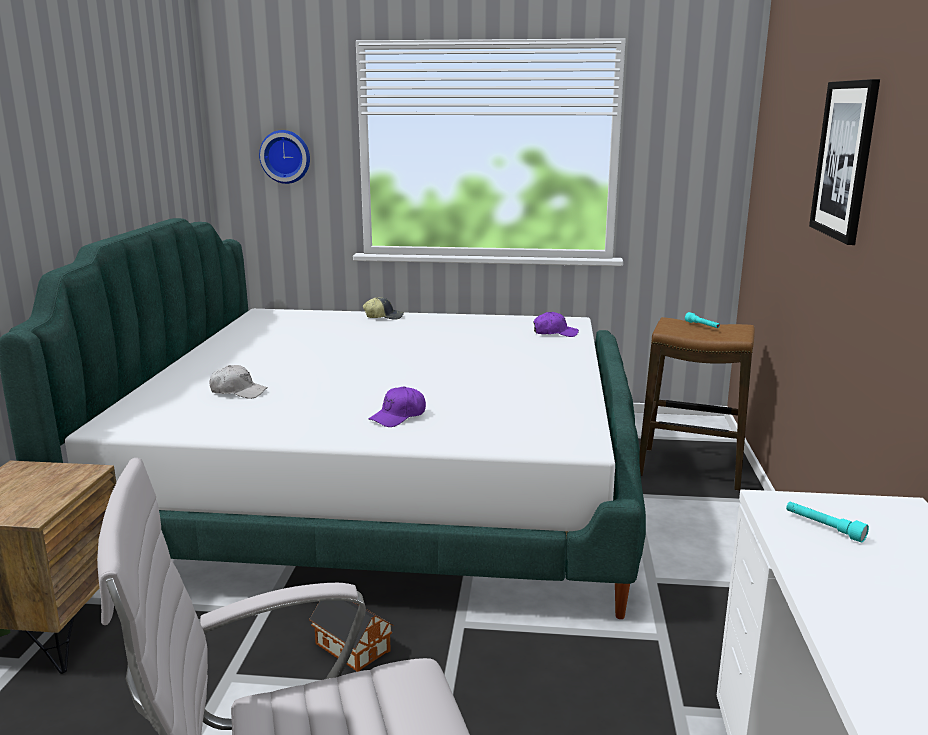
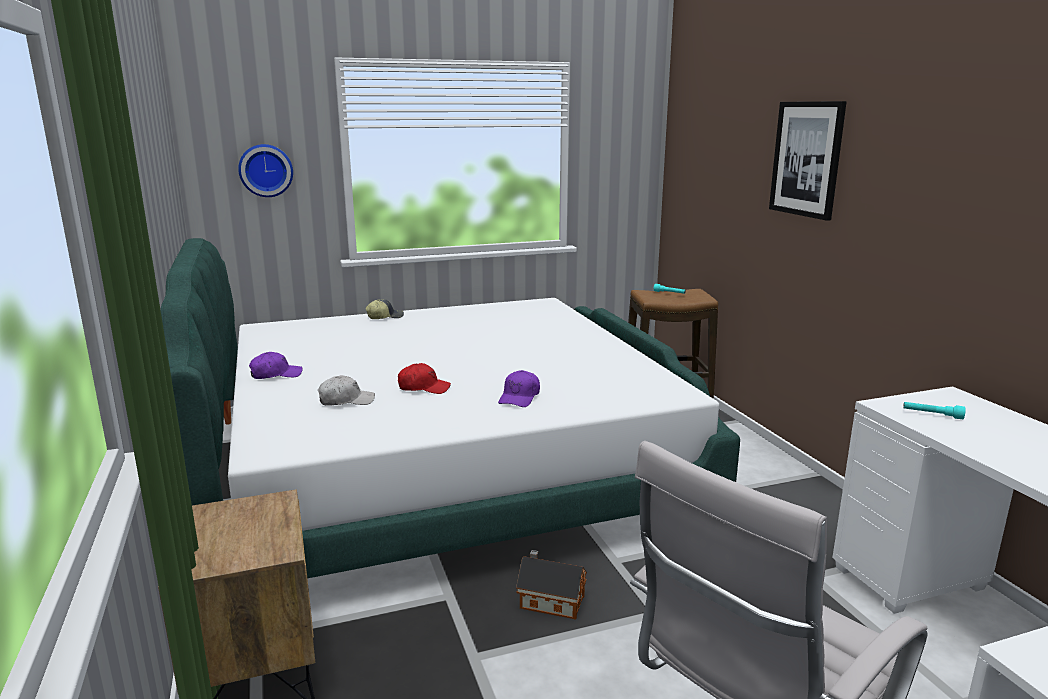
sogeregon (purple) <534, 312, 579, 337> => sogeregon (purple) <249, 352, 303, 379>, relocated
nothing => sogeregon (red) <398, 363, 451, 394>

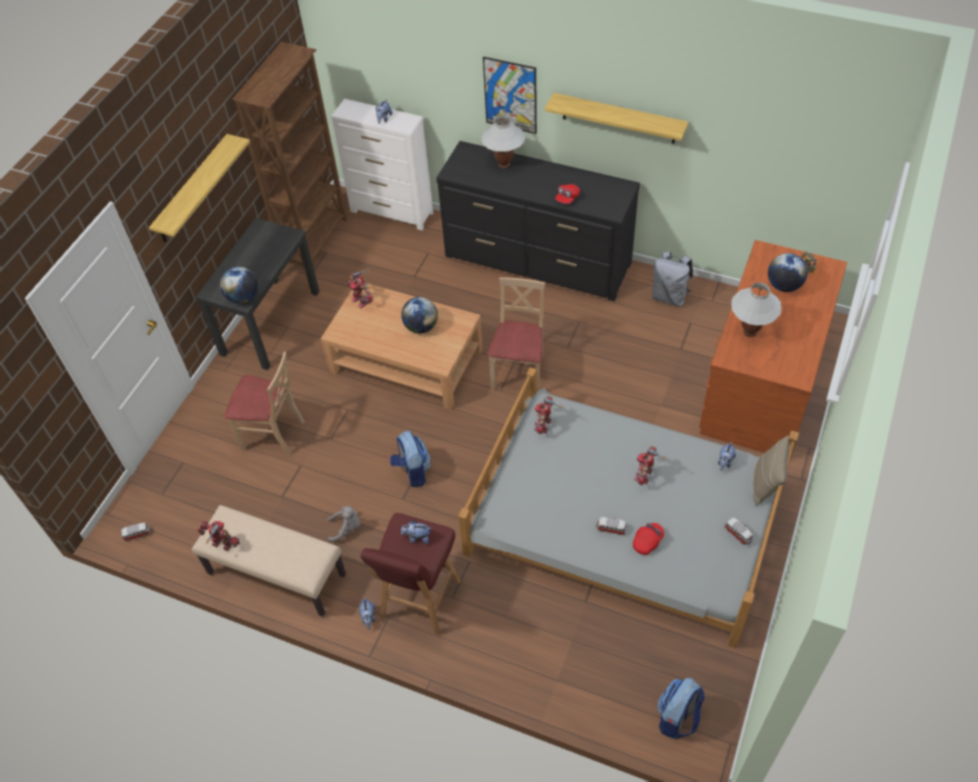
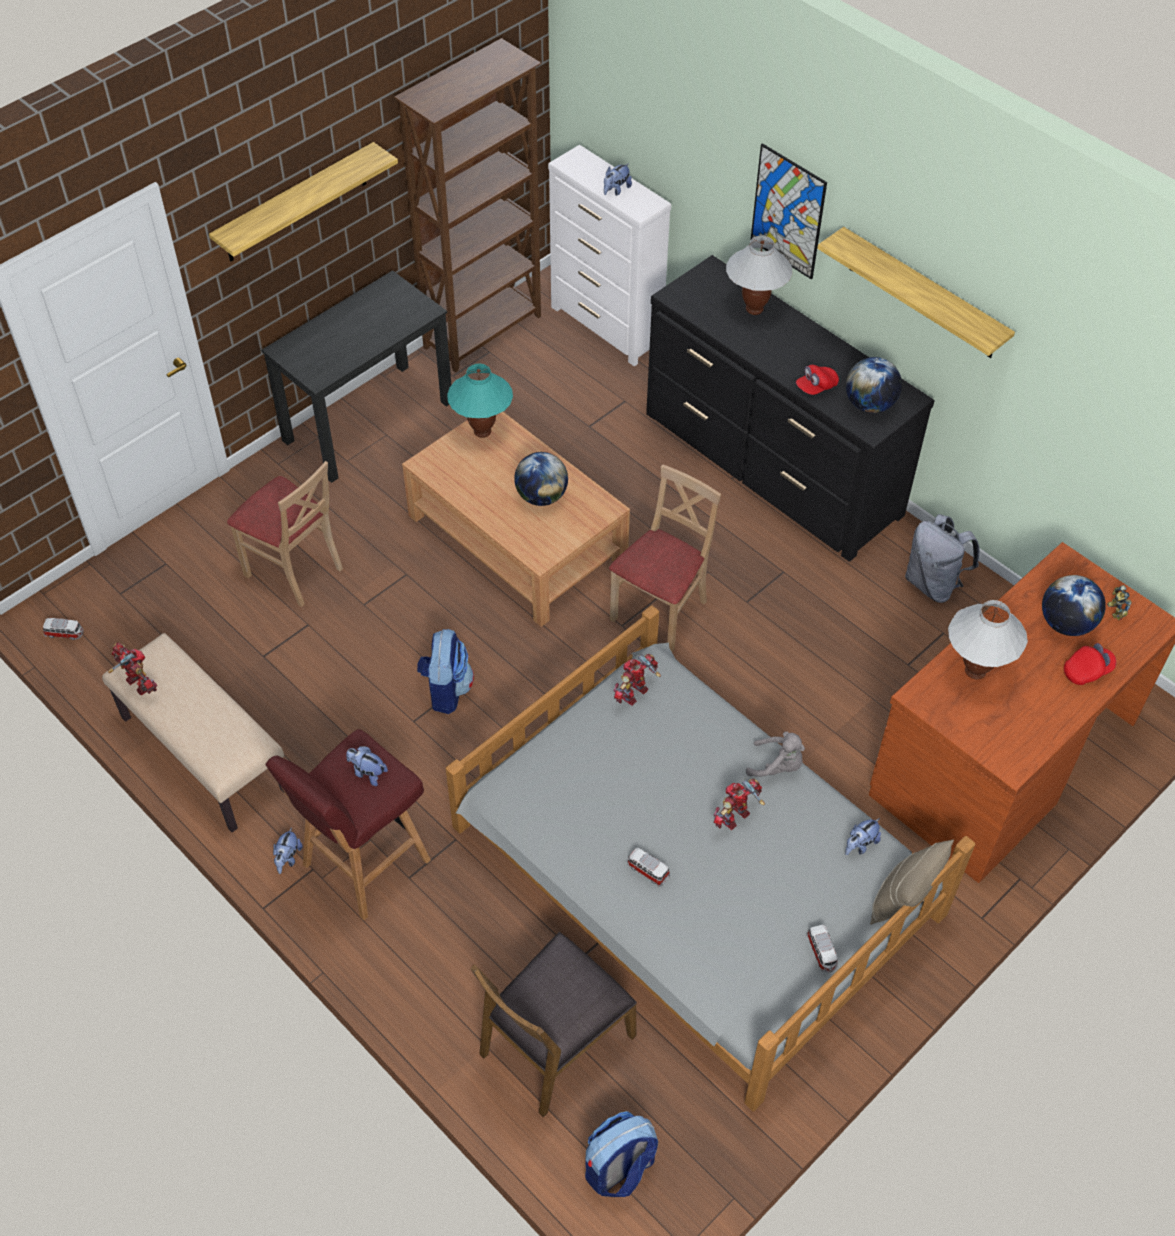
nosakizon <347, 269, 373, 309> => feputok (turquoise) <447, 364, 513, 438>
nothing => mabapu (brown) <470, 932, 637, 1117>
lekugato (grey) <327, 506, 360, 542> => lekugato (grey) <746, 732, 805, 777>, relocated
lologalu <220, 266, 258, 304> => lologalu <846, 357, 902, 413>, relocated
sogeregon (red) <633, 523, 664, 555> => sogeregon (red) <1064, 643, 1116, 685>, relocated

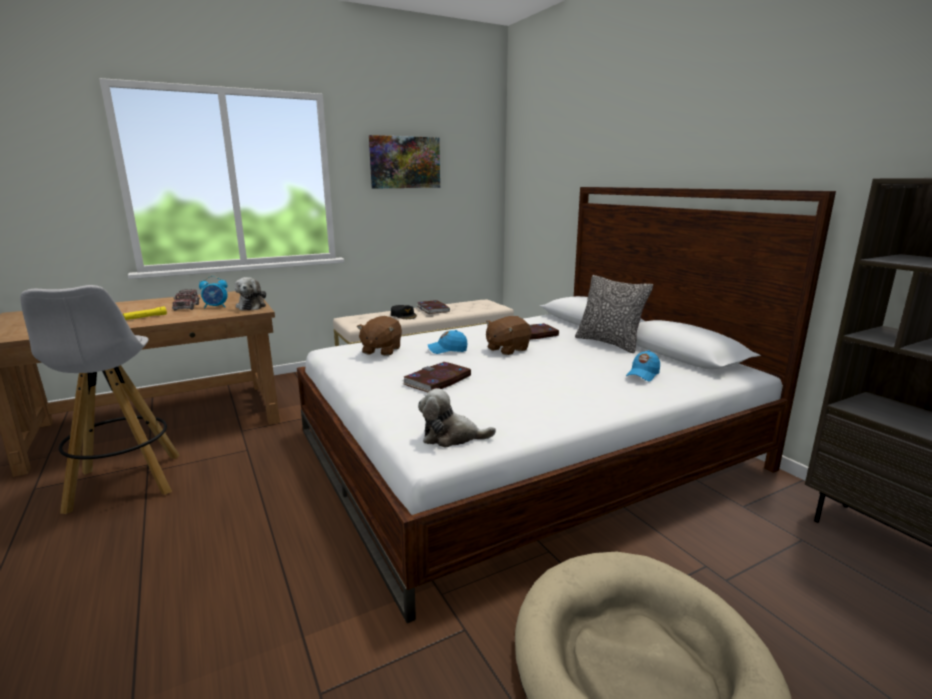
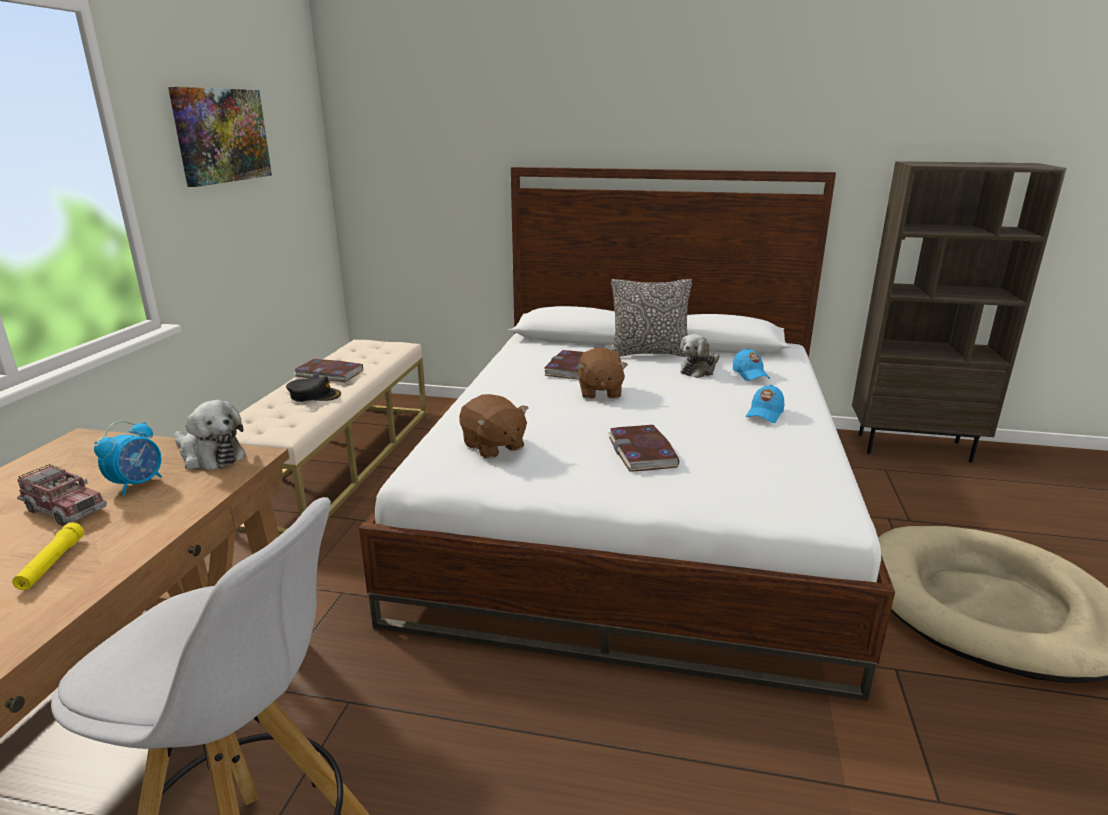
lekugato <418, 388, 496, 448> => lekugato <680, 334, 719, 378>, relocated
sogeregon (blue) <428, 330, 467, 354> => sogeregon (blue) <746, 385, 784, 423>, relocated

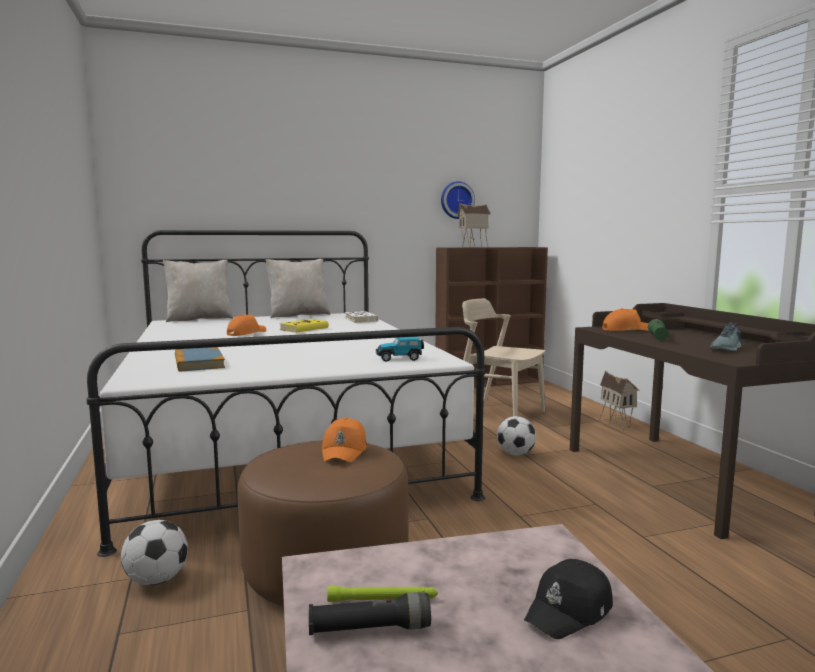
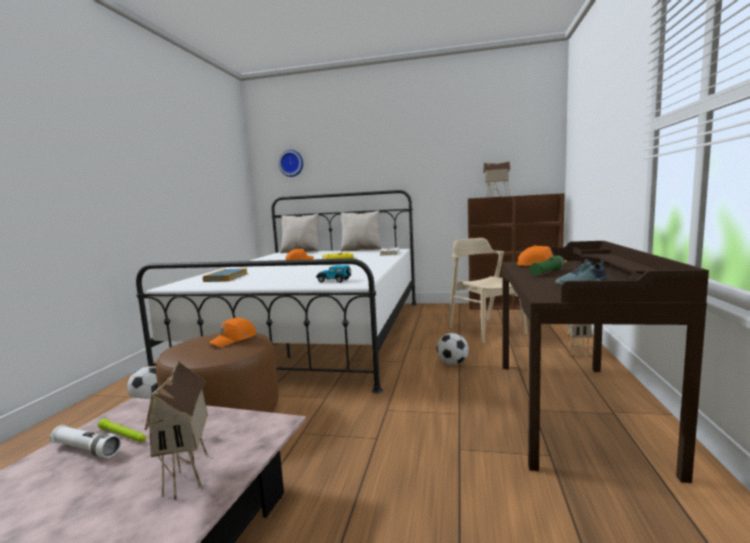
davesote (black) <309, 592, 431, 635> => davesote (white) <49, 425, 121, 458>
sogeregon (black) <524, 559, 613, 639> => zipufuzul <145, 360, 208, 500>
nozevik <441, 181, 475, 219> => nozevik <278, 150, 303, 177>, relocated

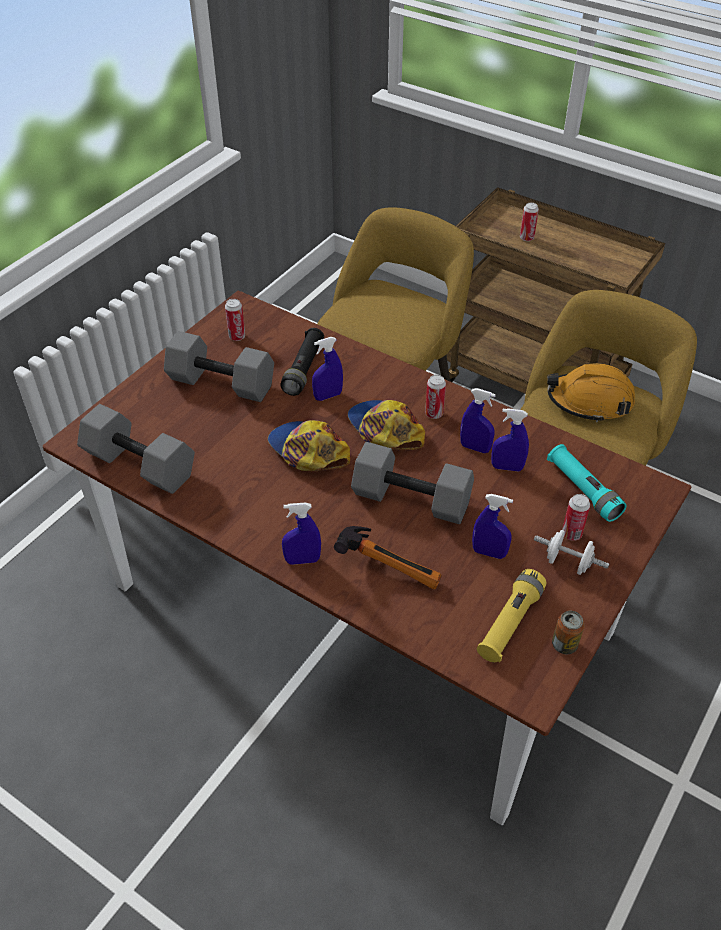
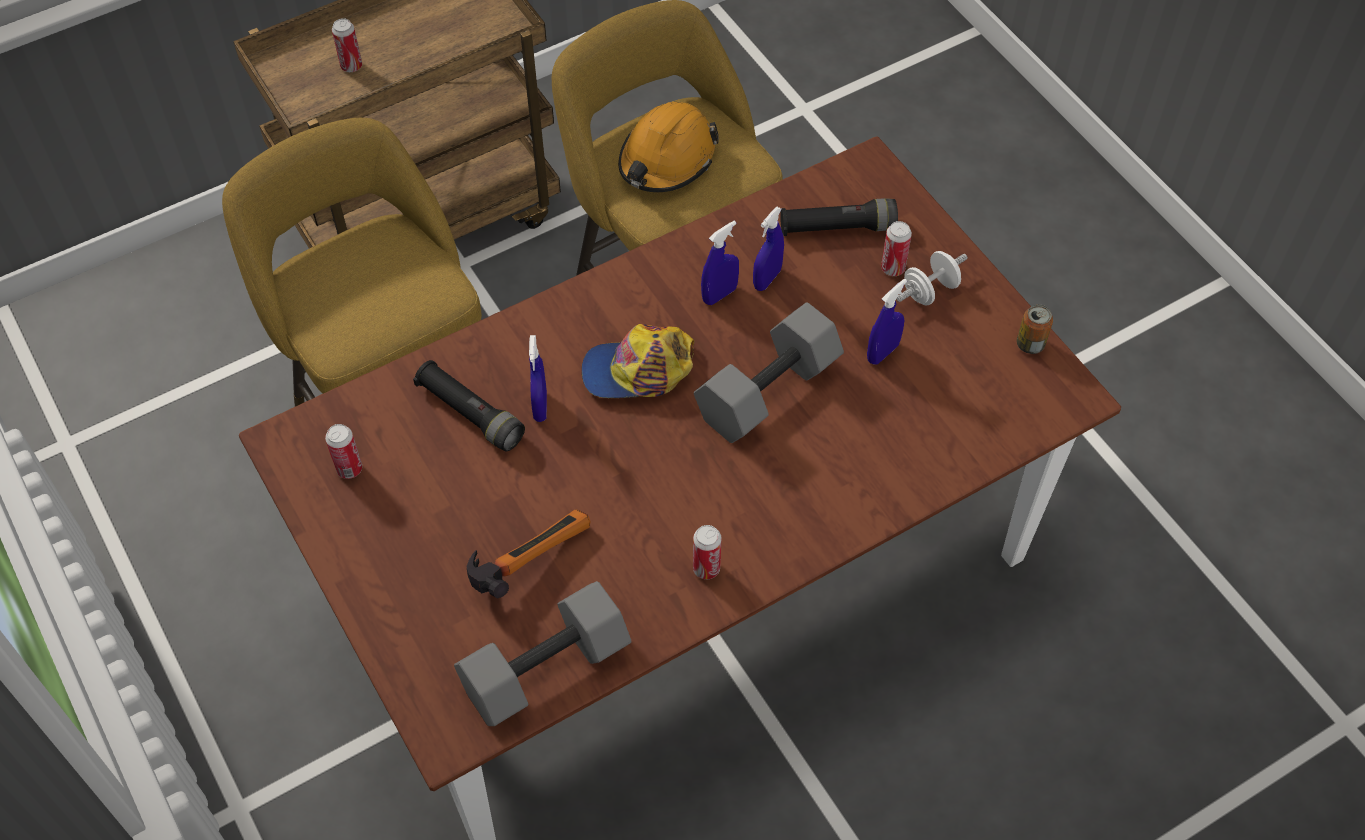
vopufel <334, 526, 442, 589> => vopufel <466, 509, 590, 598>, relocated
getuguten <425, 375, 446, 419> => getuguten <693, 525, 721, 579>, relocated
davesote (turquoise) <547, 444, 627, 522> => davesote (black) <780, 198, 898, 236>
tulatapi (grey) <164, 331, 274, 402> => nothing
sogeregon <268, 420, 350, 471> => nothing
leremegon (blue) <282, 503, 321, 565> => nothing
davesote (yellow) <477, 569, 546, 662> => nothing

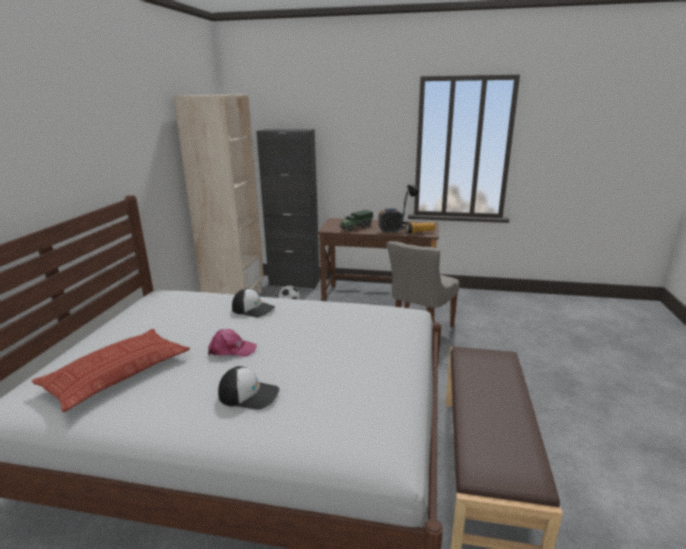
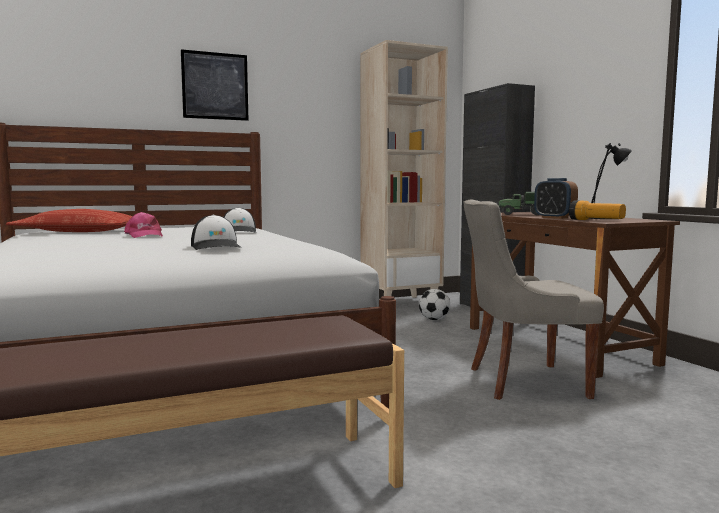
nothing => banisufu <181, 49, 248, 121>
sogeregon <218, 366, 279, 410> => sogeregon <191, 215, 241, 250>, relocated

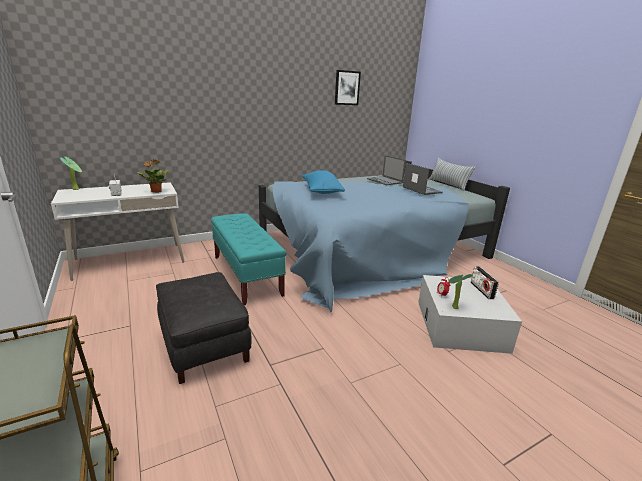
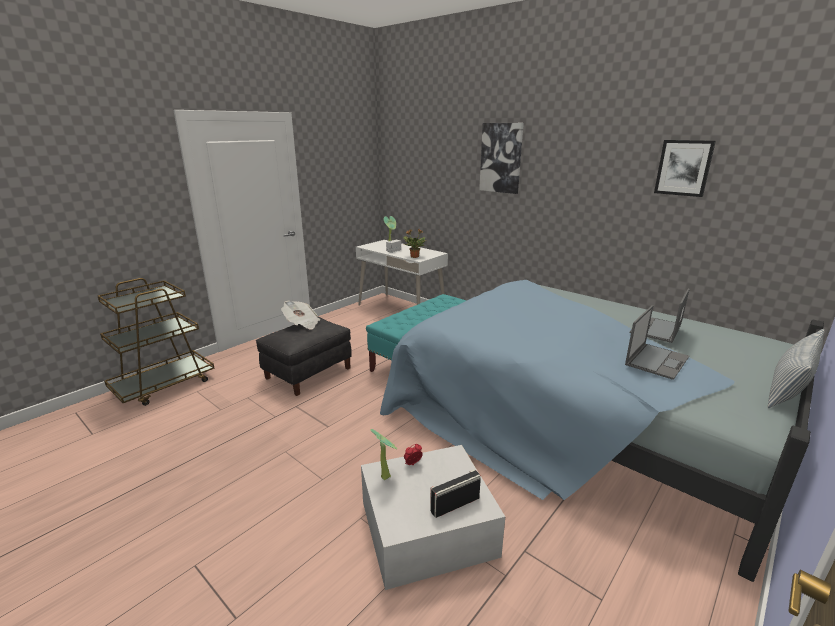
nothing => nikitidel <281, 301, 320, 329>
nothing => banisufu <479, 123, 524, 194>
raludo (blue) <302, 170, 345, 194> => nothing

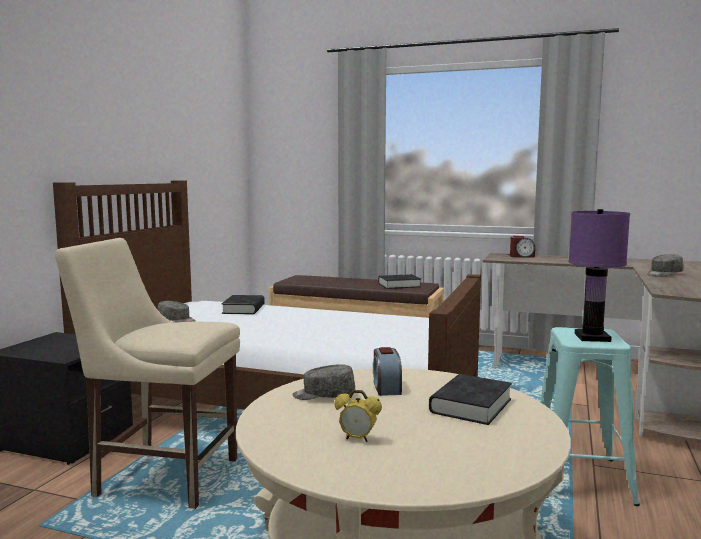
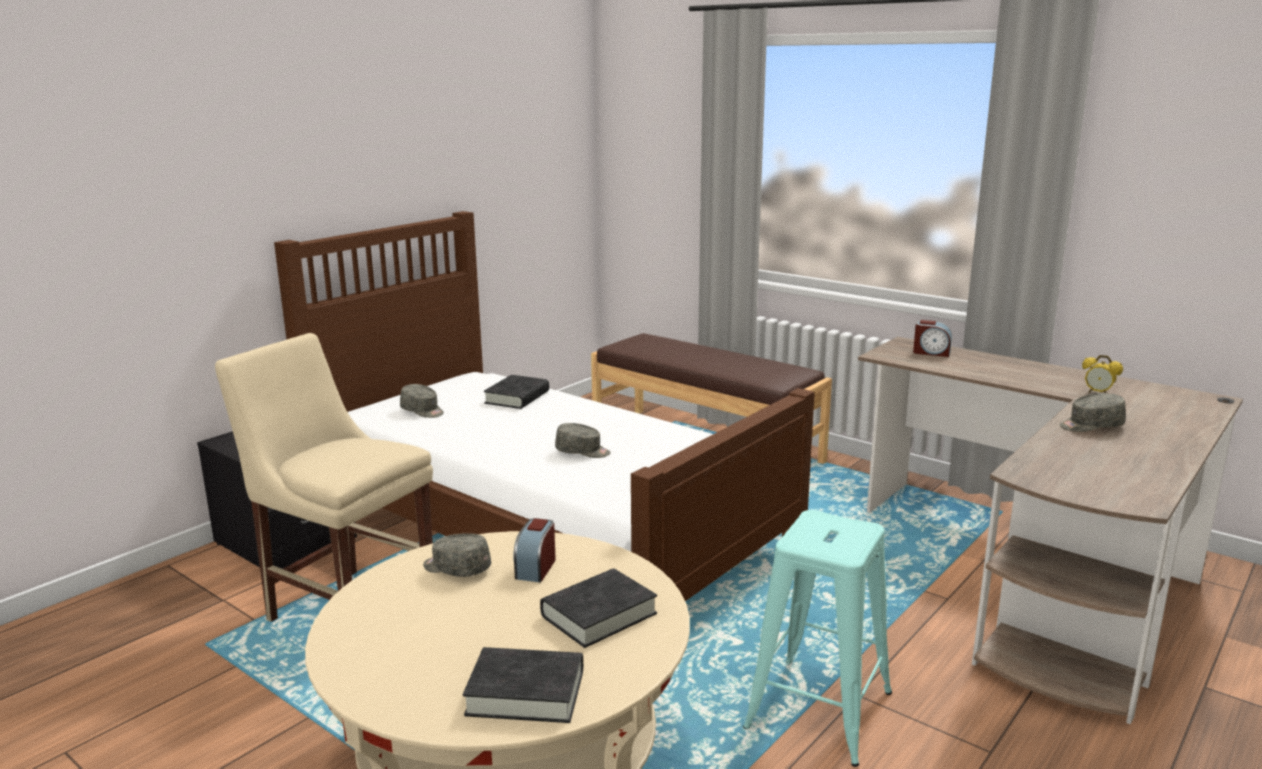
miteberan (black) <378, 274, 421, 289> => miteberan (black) <463, 647, 583, 723>, relocated
nothing => sogeregon (grey) <555, 423, 610, 458>
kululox <334, 390, 382, 442> => kululox <1082, 355, 1123, 393>, relocated
feputok (purple) <569, 209, 630, 342> => nothing

